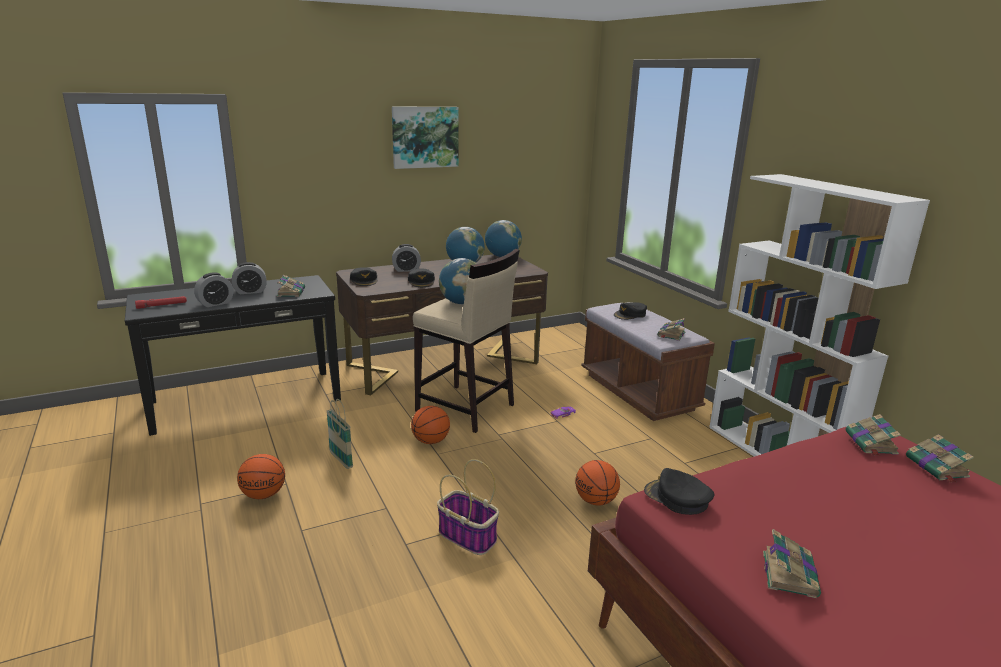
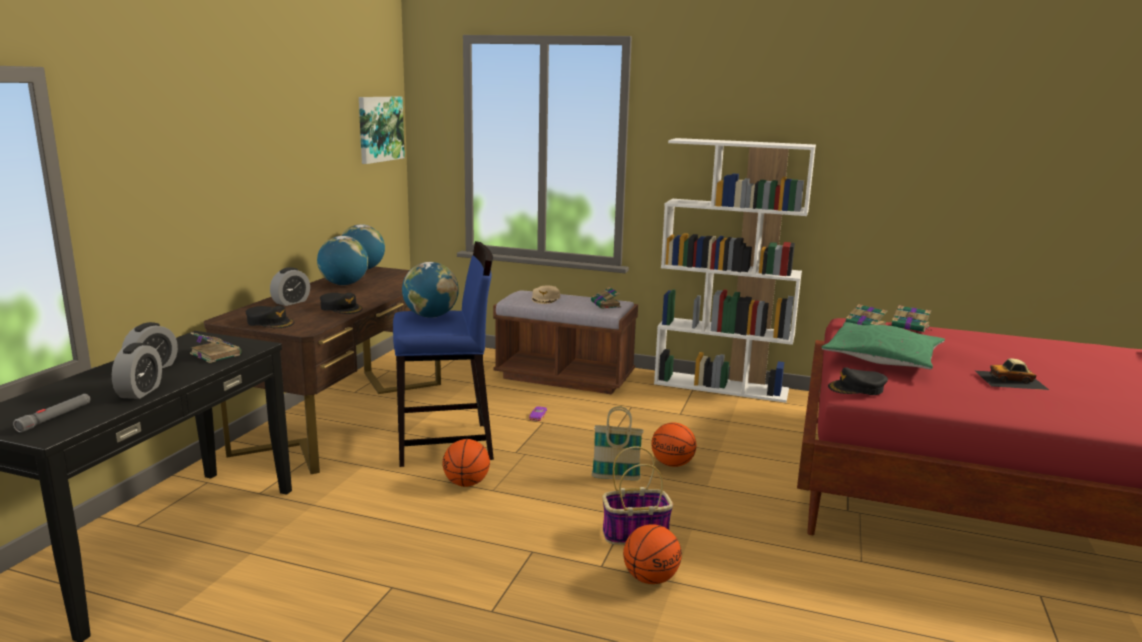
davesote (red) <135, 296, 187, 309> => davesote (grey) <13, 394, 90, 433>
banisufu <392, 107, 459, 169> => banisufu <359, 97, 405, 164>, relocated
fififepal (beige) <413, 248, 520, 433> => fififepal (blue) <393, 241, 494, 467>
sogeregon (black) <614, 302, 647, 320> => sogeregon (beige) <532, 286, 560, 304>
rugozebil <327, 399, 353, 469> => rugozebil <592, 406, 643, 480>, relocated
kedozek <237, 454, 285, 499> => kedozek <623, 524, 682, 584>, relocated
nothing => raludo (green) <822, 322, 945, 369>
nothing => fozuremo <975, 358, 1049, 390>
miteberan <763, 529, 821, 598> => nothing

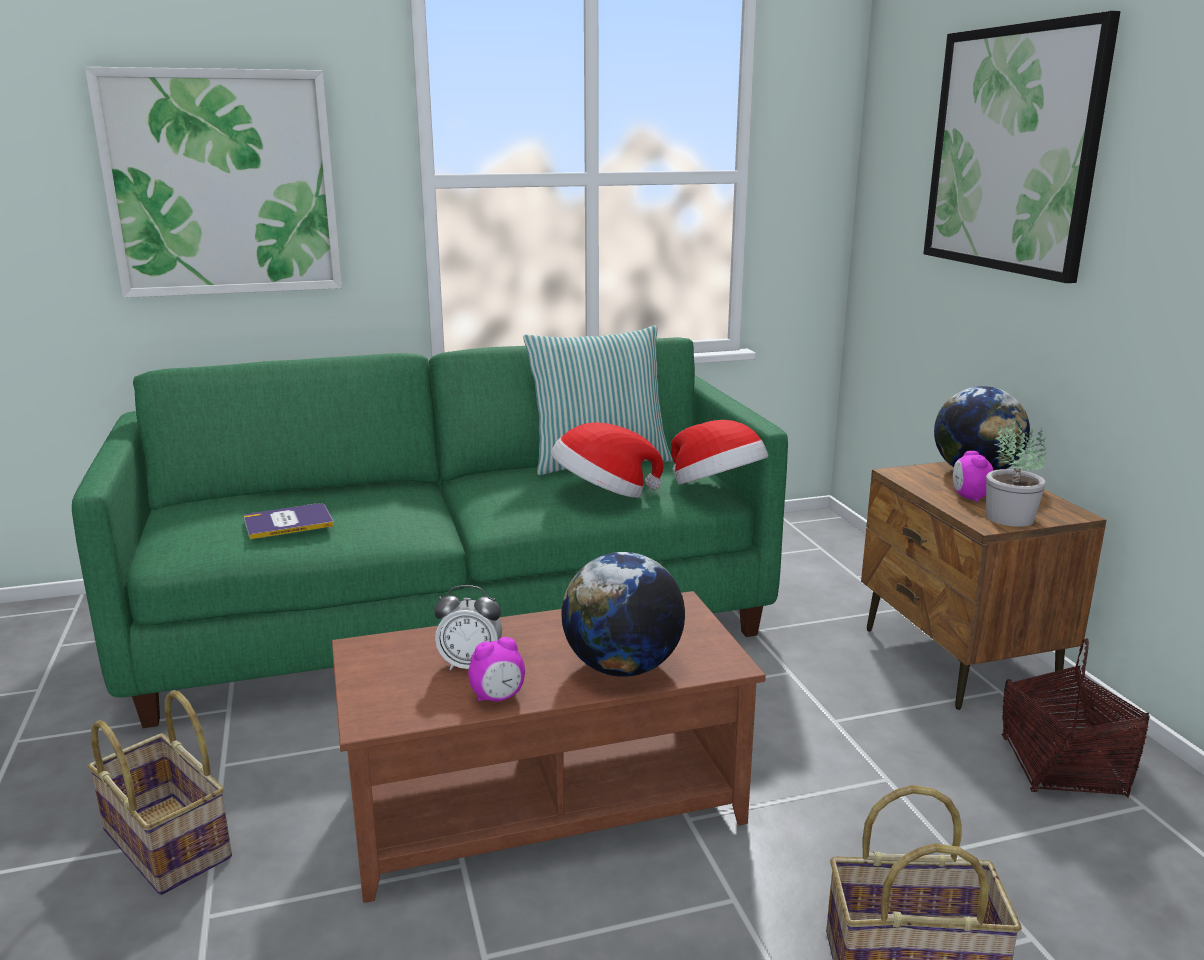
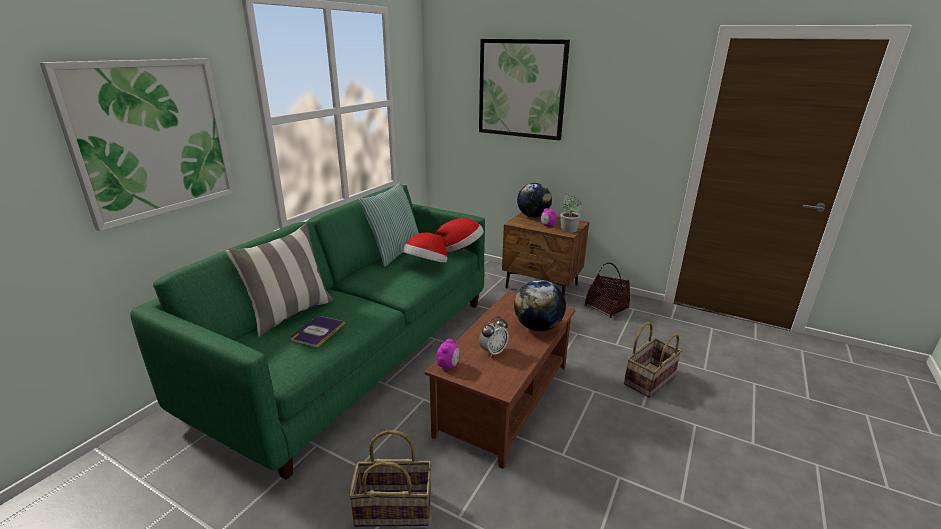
nothing => raludo <225, 223, 334, 337>
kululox <468, 637, 525, 702> => kululox <437, 339, 459, 371>, relocated

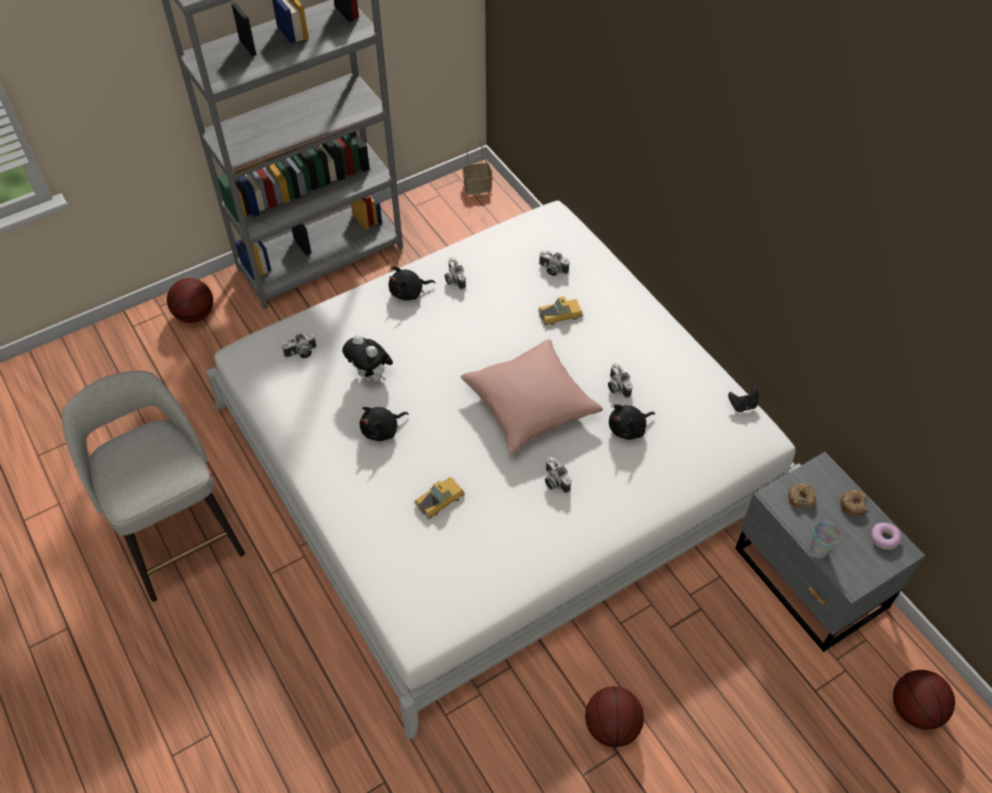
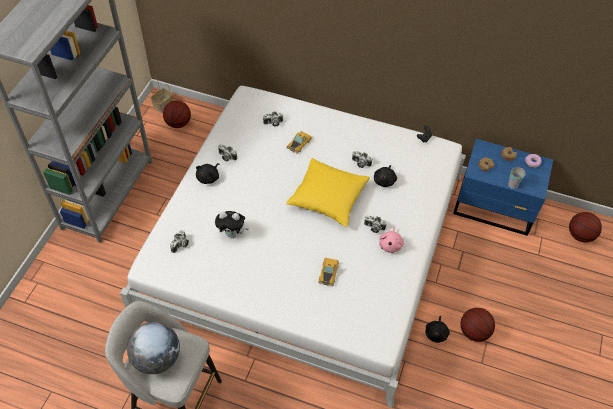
nothing => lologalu <127, 322, 180, 374>
kedozek <167, 278, 213, 323> => kedozek <163, 100, 191, 128>, relocated
raludo (pink) <460, 339, 603, 454> => raludo (yellow) <286, 158, 370, 227>
nothing => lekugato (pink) <379, 227, 404, 253>
lekugato (black) <360, 407, 409, 441> => lekugato (black) <426, 316, 450, 343>, relocated
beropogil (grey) <735, 452, 925, 652> => beropogil (blue) <453, 139, 553, 236>

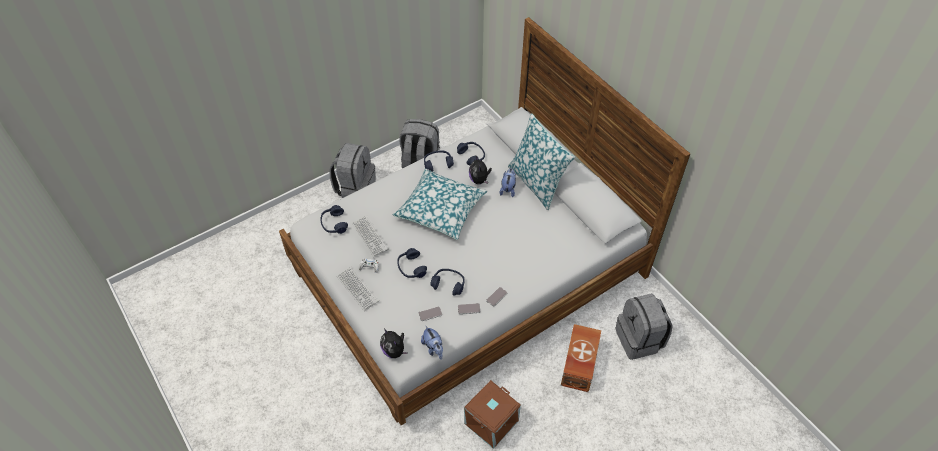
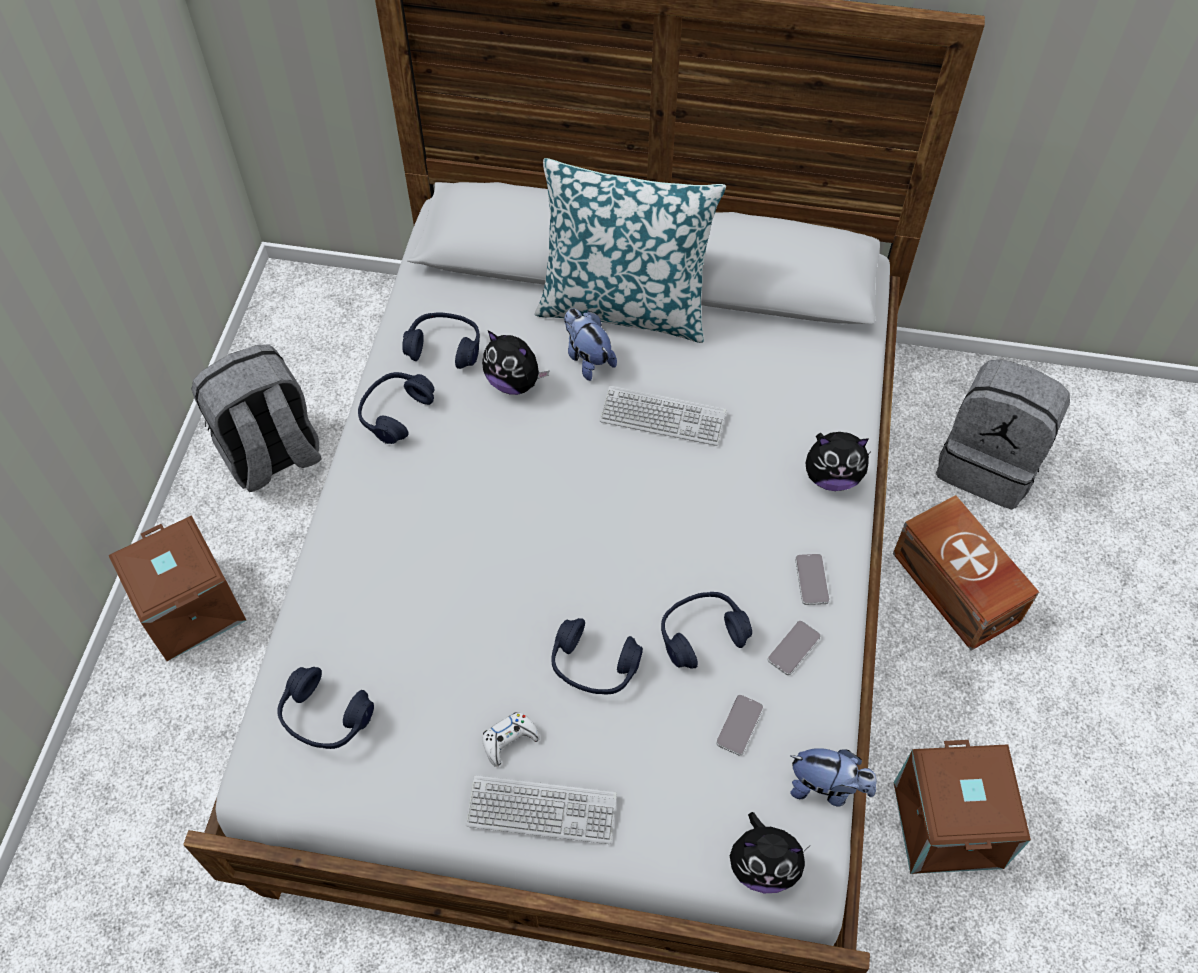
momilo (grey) <329, 143, 376, 198> => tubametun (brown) <108, 515, 247, 661>
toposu <352, 215, 389, 257> => toposu <599, 385, 726, 446>, relocated
nothing => lekugato <805, 432, 870, 491>
raludo <393, 169, 487, 240> => nothing

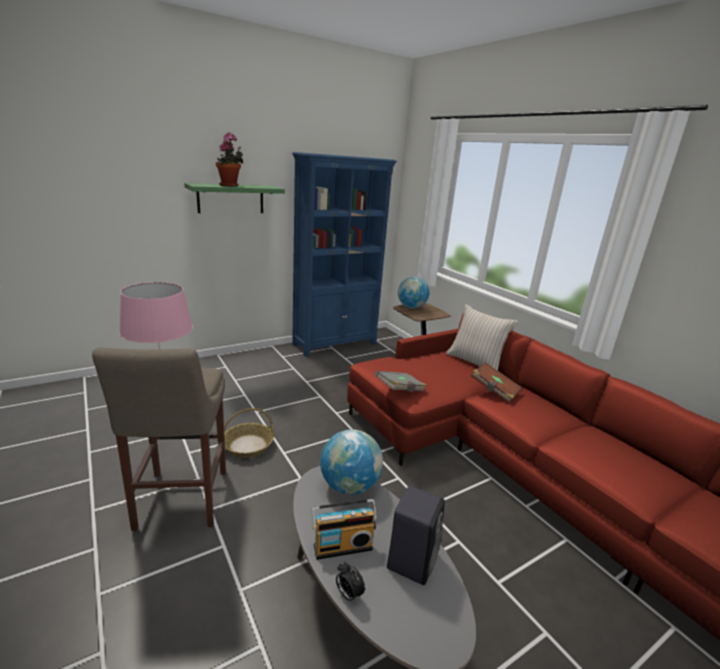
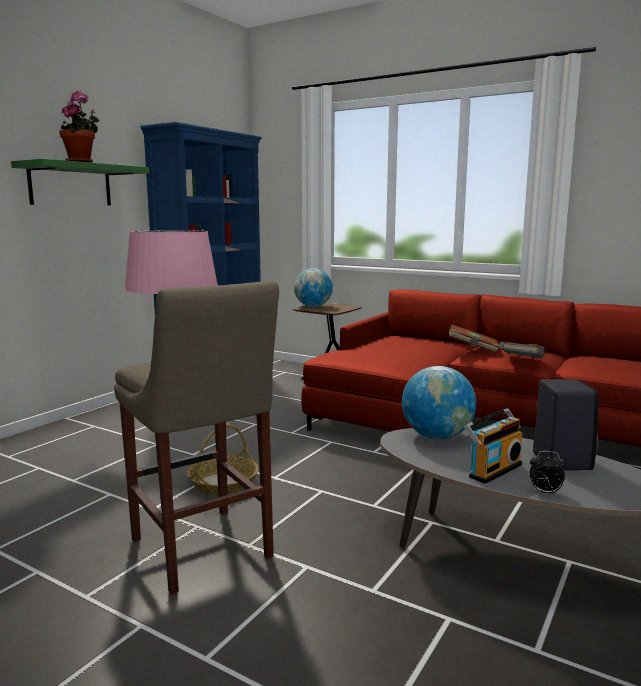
miteberan (grey) <375, 371, 427, 392> => miteberan (grey) <499, 342, 545, 359>, relocated
raludo (beige) <446, 304, 518, 371> => nothing

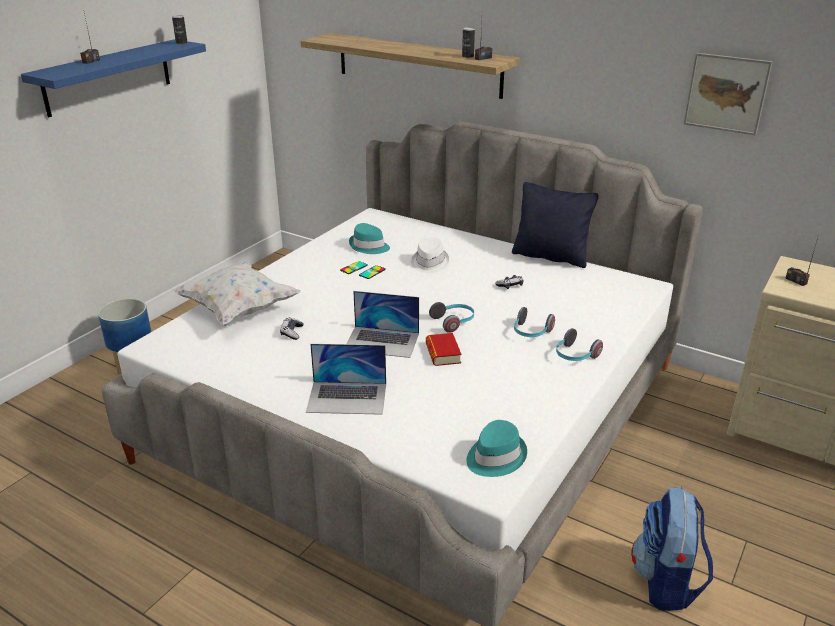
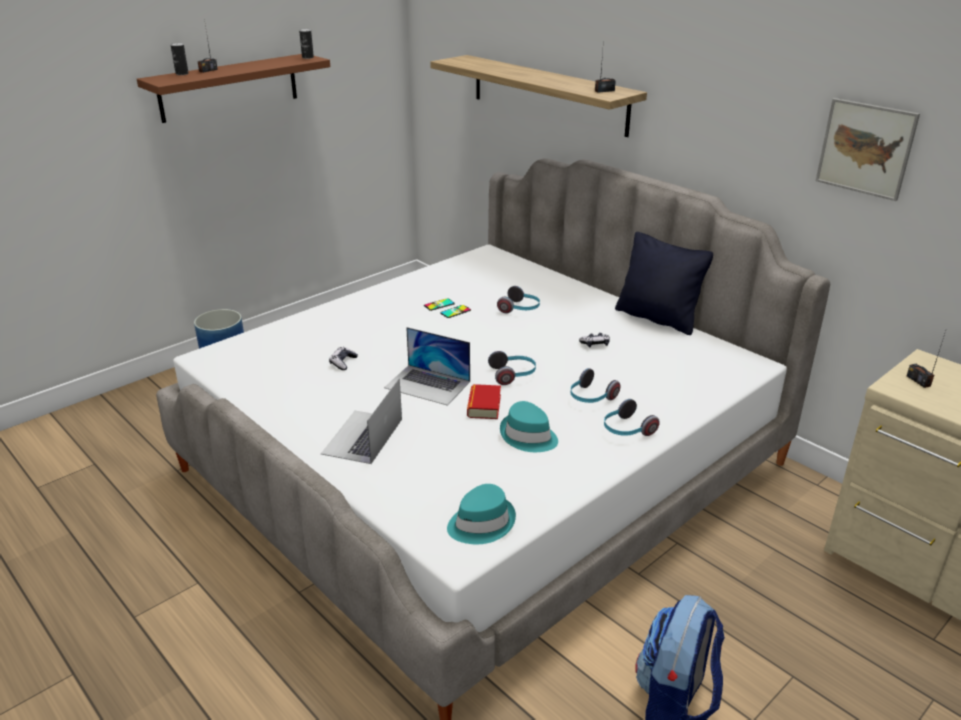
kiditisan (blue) <21, 39, 206, 118> => kiditisan (brown) <137, 54, 330, 123>
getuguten <462, 27, 475, 58> => getuguten <171, 43, 189, 75>, relocated
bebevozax <306, 344, 386, 415> => bebevozax <321, 378, 402, 464>, 90 degrees clockwise
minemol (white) <411, 237, 449, 273> => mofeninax <497, 286, 540, 313>
minemol (turquoise) <349, 223, 390, 254> => minemol (turquoise) <500, 401, 558, 452>, relocated
raludo (white) <174, 262, 301, 326> => nothing

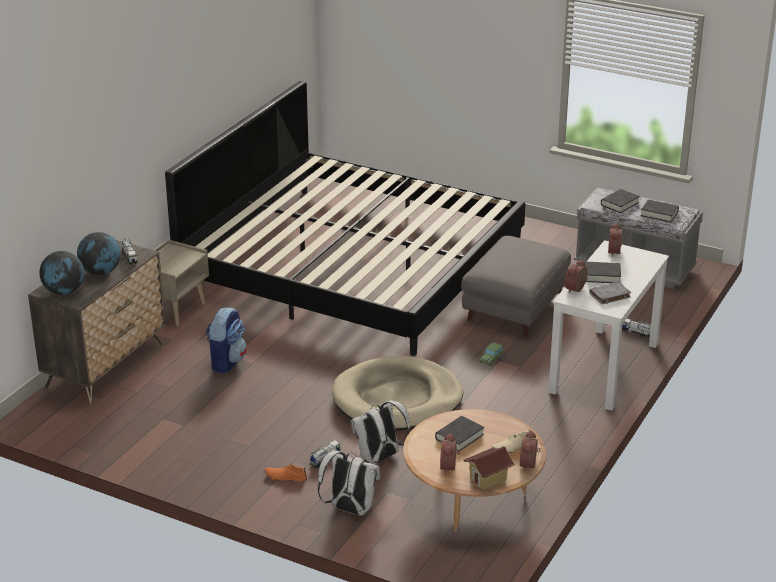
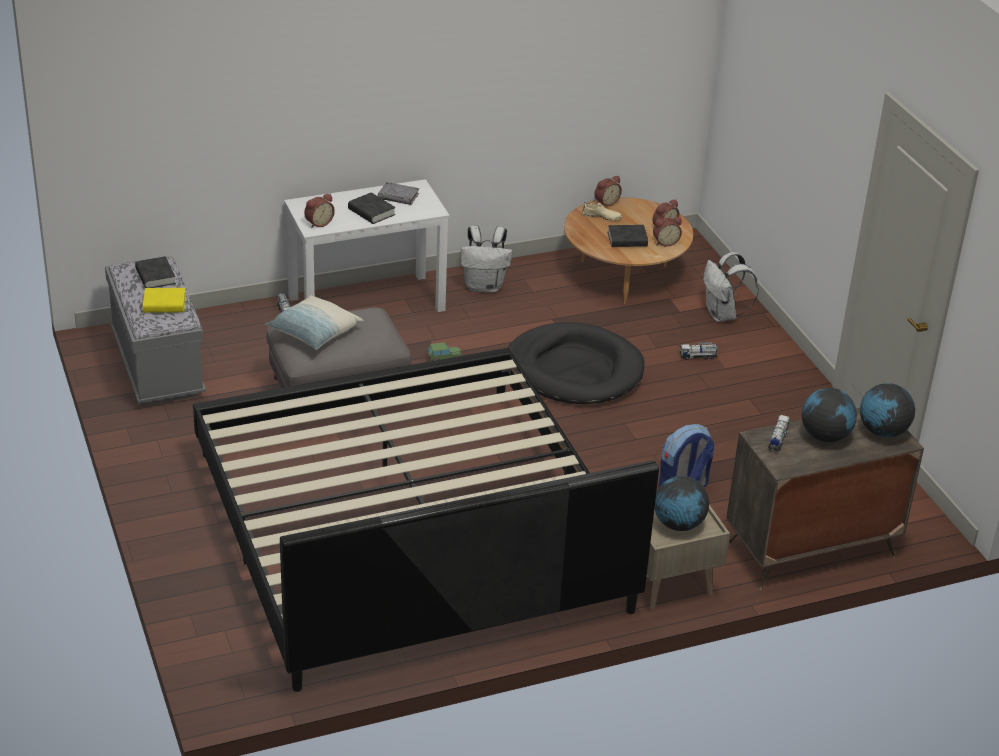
miteberan (black) <601, 189, 640, 213> => miteberan (yellow) <143, 288, 186, 313>
nothing => raludo <265, 296, 364, 350>
momilo (white) <351, 400, 411, 465> => momilo (white) <461, 226, 512, 292>, relocated
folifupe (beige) <332, 356, 463, 431> => folifupe (black) <508, 322, 645, 404>
kululox <565, 259, 587, 293> => kululox <653, 217, 682, 246>, relocated
nothing => lologalu <655, 476, 709, 531>
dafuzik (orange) <264, 464, 307, 483> => nothing
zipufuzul <463, 446, 515, 490> => nothing

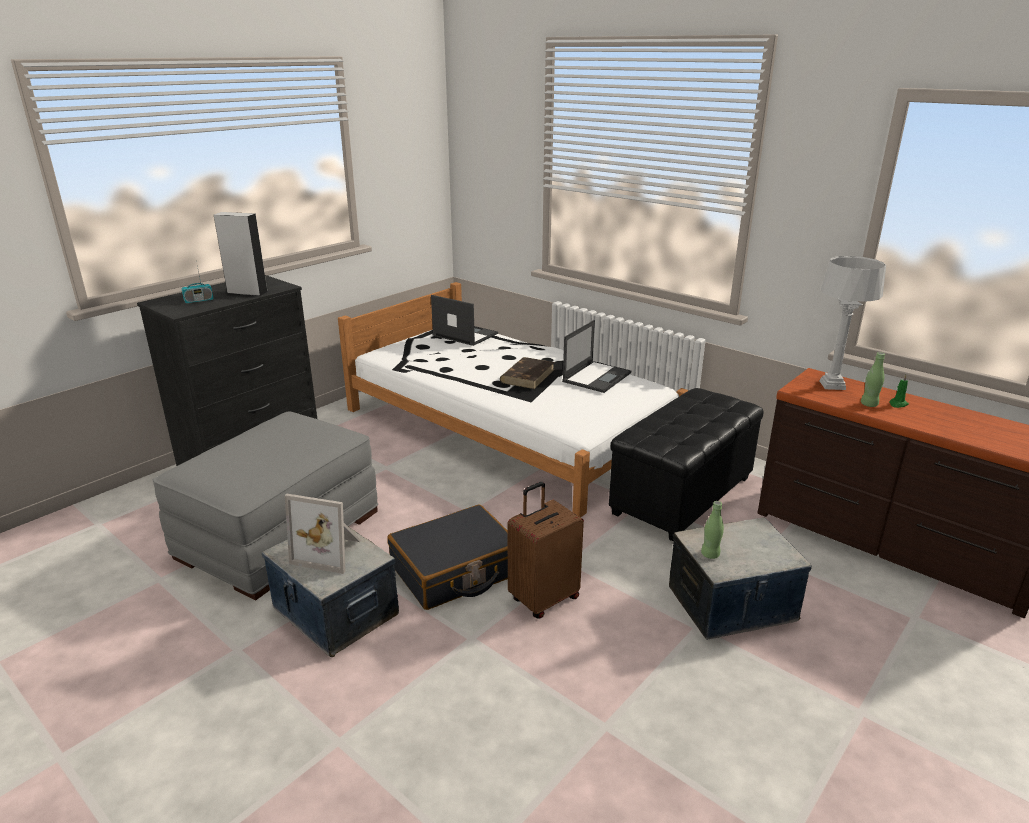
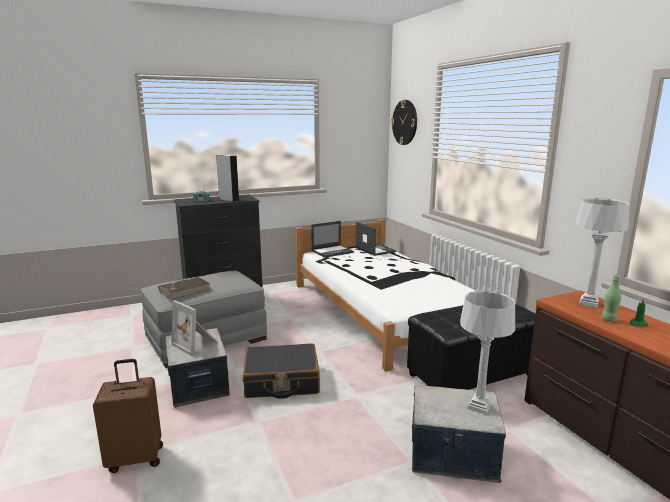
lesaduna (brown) <507, 482, 584, 618> => lesaduna (brown) <93, 359, 163, 473>, relocated
miteberan (brown) <500, 357, 554, 389> => miteberan (brown) <159, 277, 210, 299>, relocated
bebevozax <562, 320, 631, 393> => bebevozax <311, 221, 354, 258>, relocated
nothing => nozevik <391, 100, 417, 145>
nothing => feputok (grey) <460, 291, 515, 415>
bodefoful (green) <701, 501, 724, 559> => nothing

